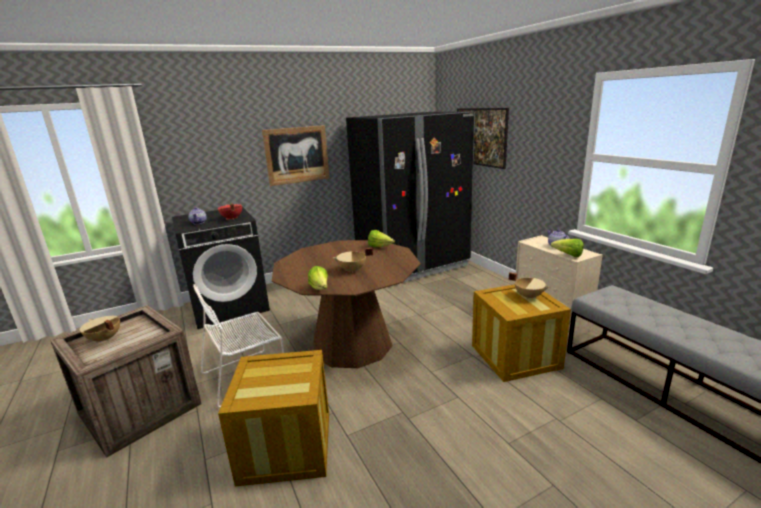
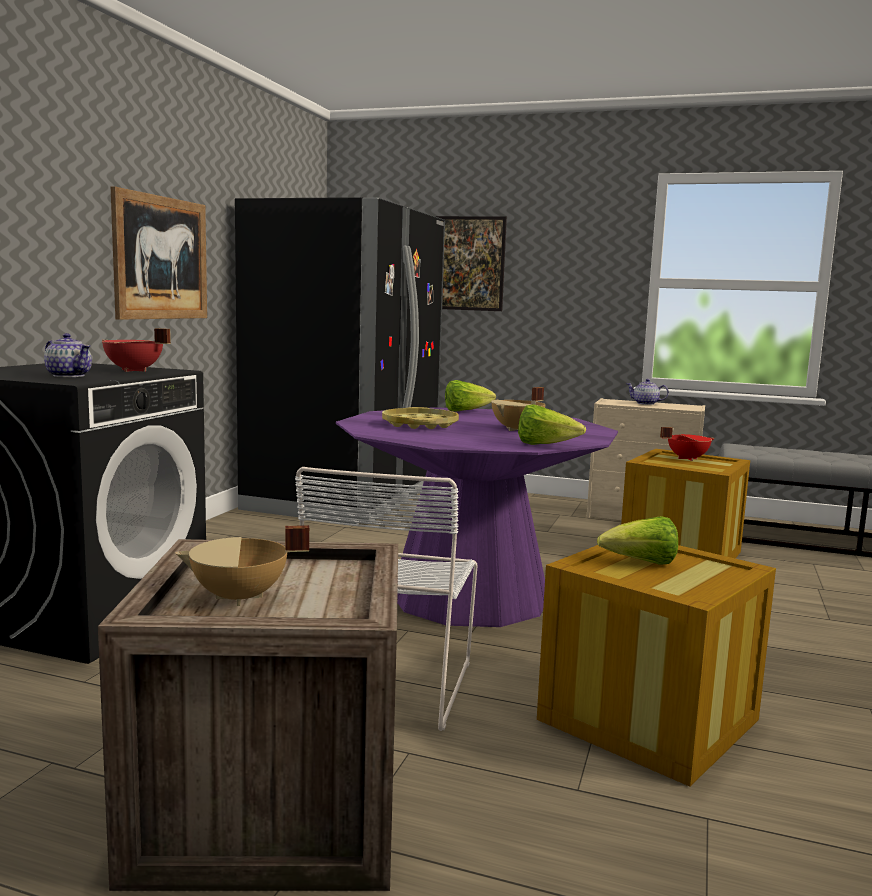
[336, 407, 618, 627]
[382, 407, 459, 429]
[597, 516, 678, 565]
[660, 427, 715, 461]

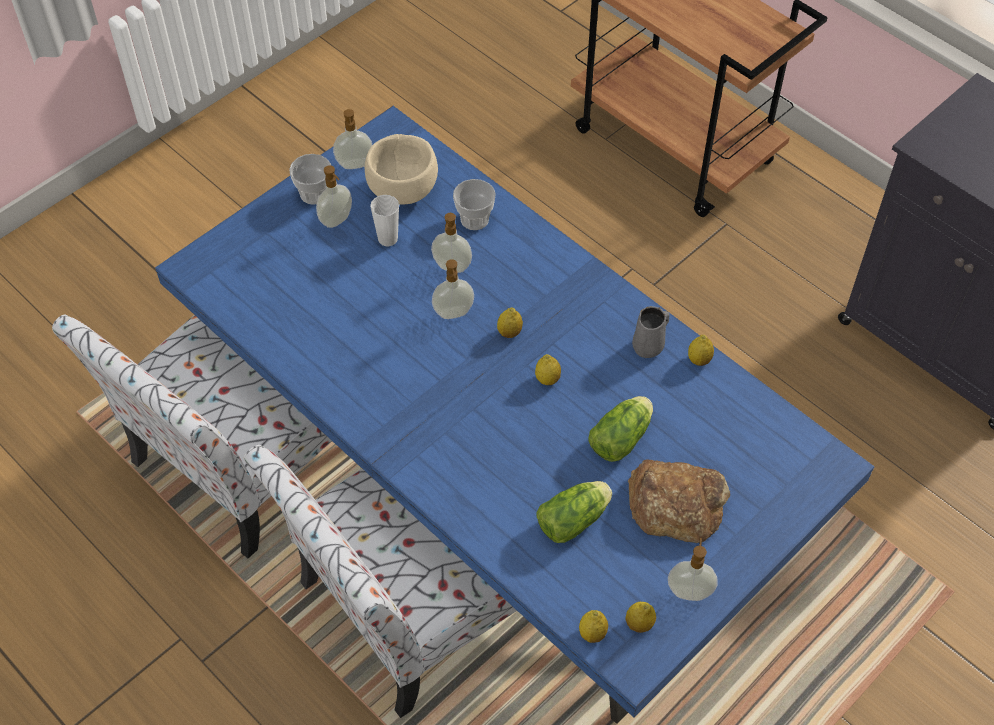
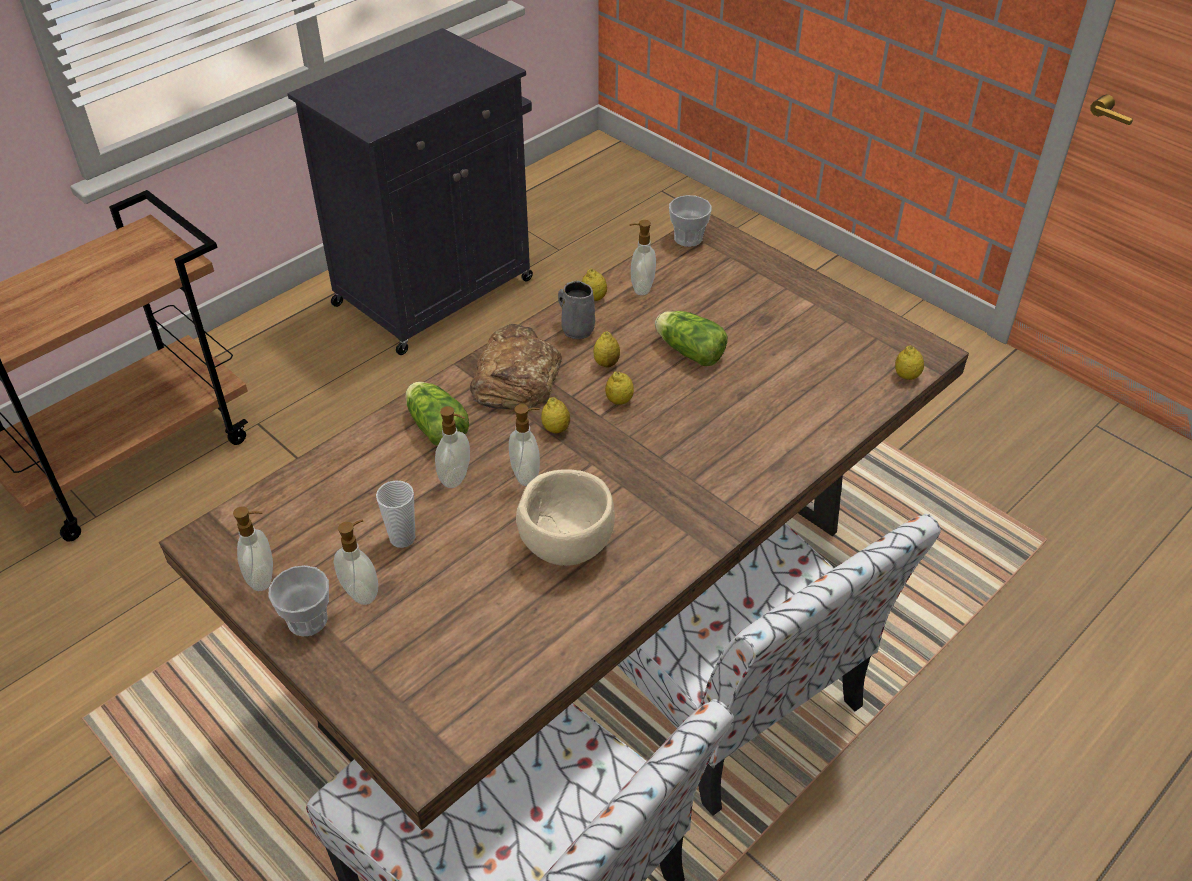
[159, 214, 969, 830]
[405, 382, 469, 446]
[470, 324, 562, 409]
[516, 470, 615, 566]
[594, 331, 620, 368]
[629, 220, 656, 295]
[669, 195, 712, 247]

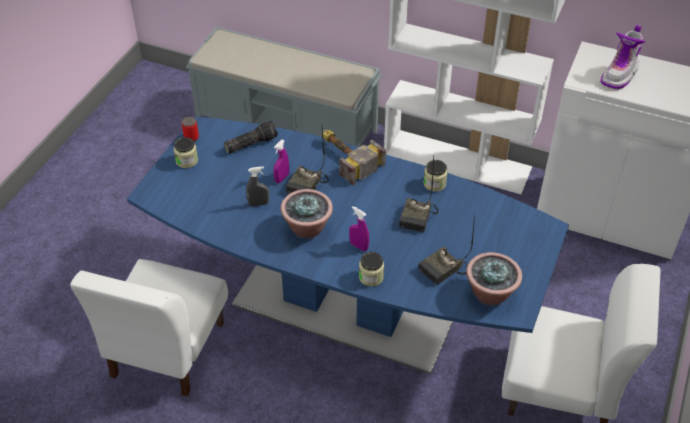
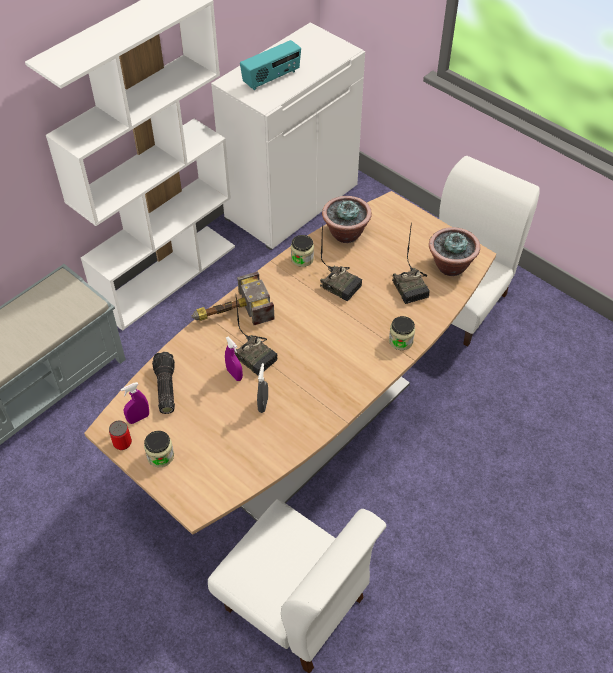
[84, 191, 496, 535]
[121, 382, 149, 424]
[240, 40, 301, 90]
[322, 196, 372, 243]

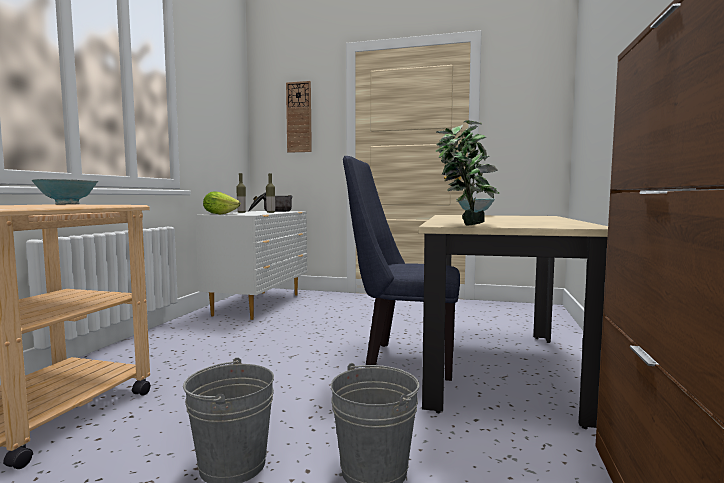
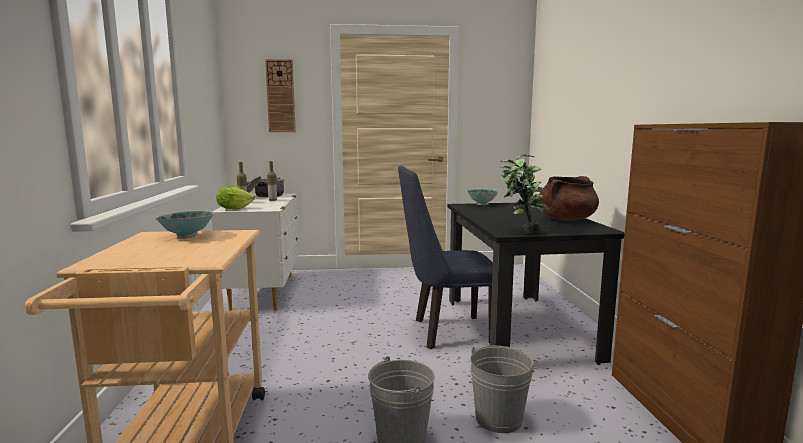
[447, 202, 625, 365]
[540, 176, 599, 221]

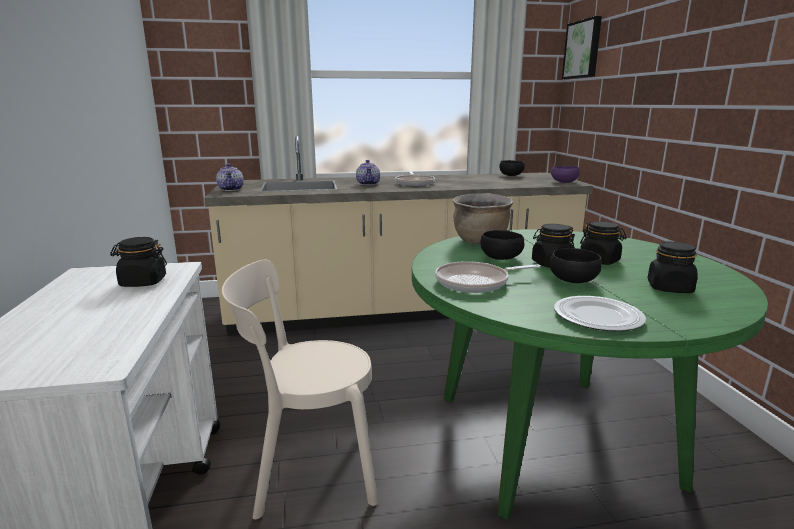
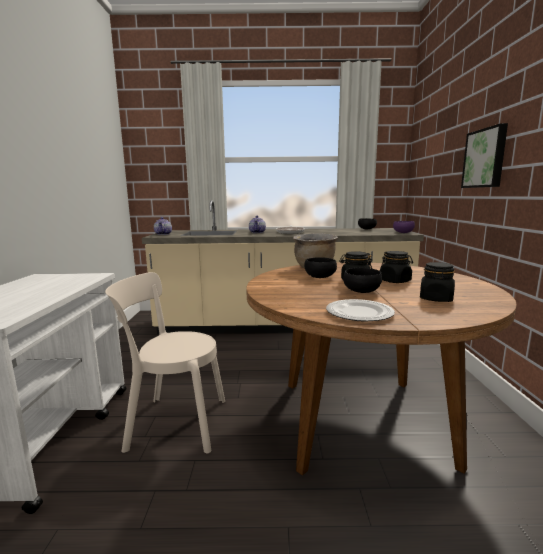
[246, 262, 517, 476]
[461, 123, 508, 188]
[110, 237, 167, 287] (first image)
[435, 261, 541, 293] (first image)

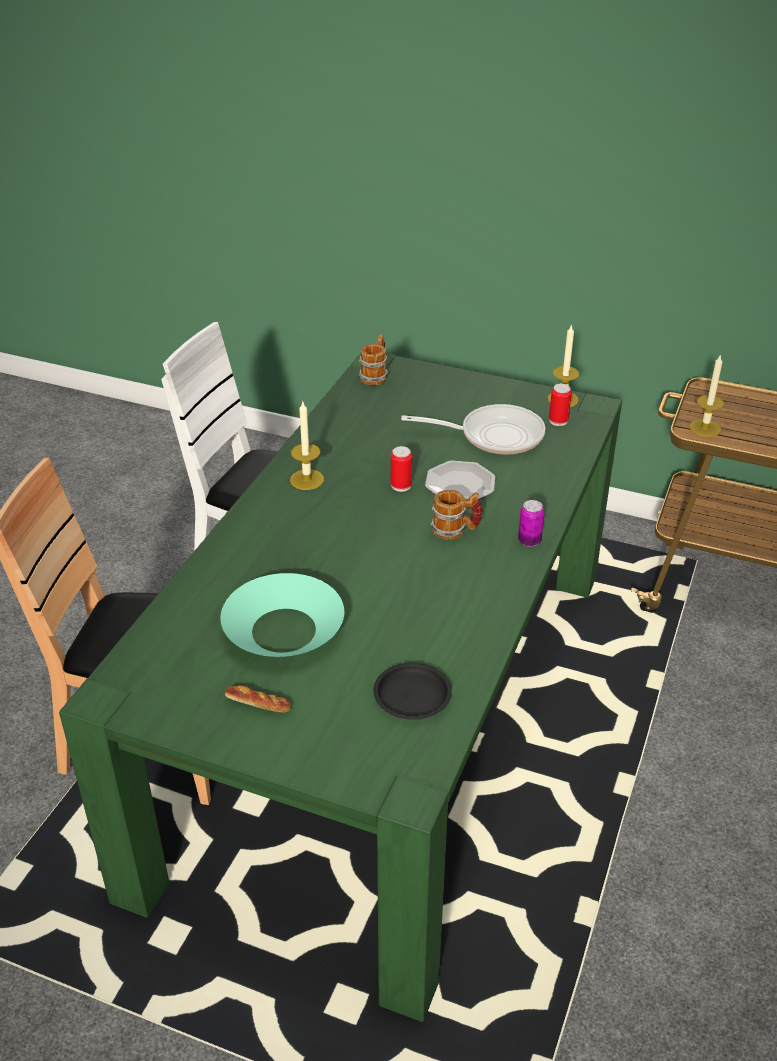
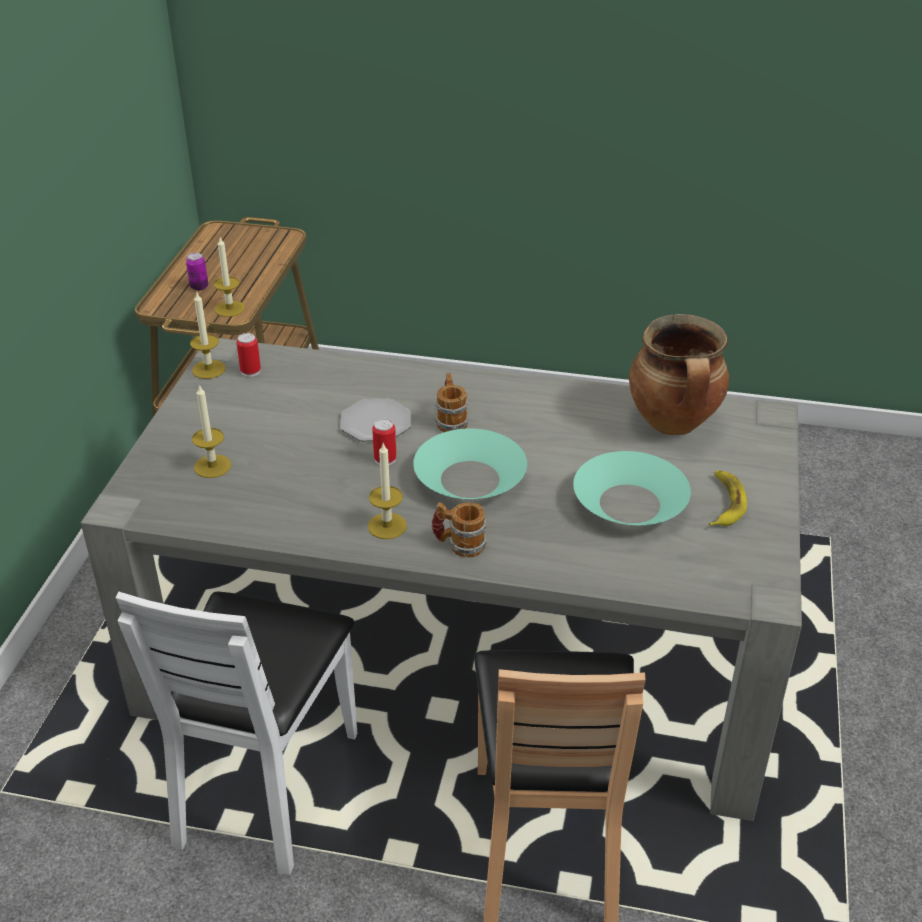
[81, 338, 802, 821]
[186, 252, 208, 291]
[192, 384, 231, 478]
[413, 428, 527, 499]
[431, 502, 487, 557]
[629, 314, 729, 435]
[709, 470, 747, 526]
[401, 404, 545, 455] (first image)

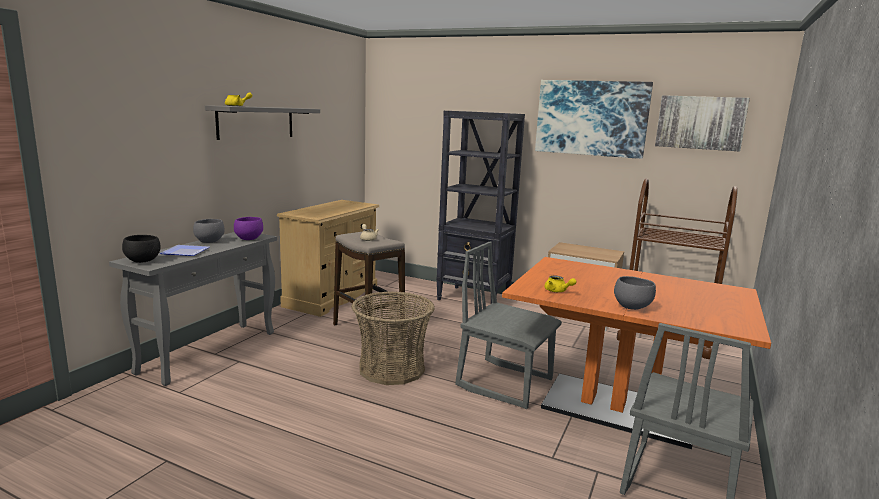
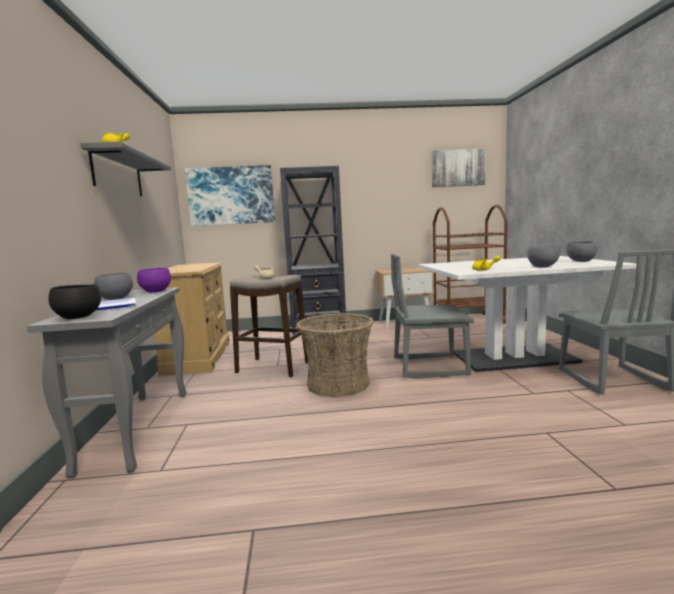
[185, 165, 275, 226]
[419, 256, 637, 372]
[566, 241, 597, 262]

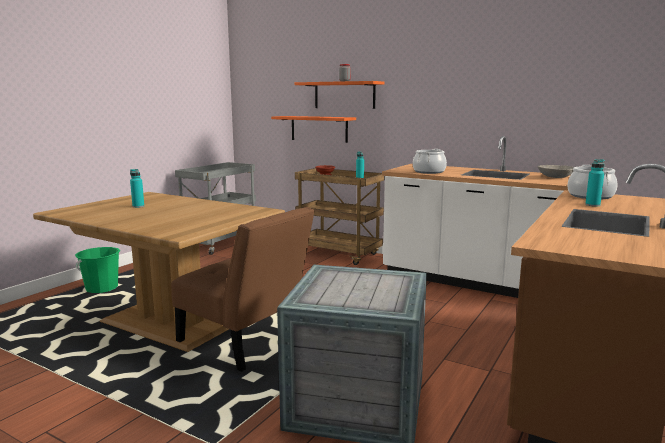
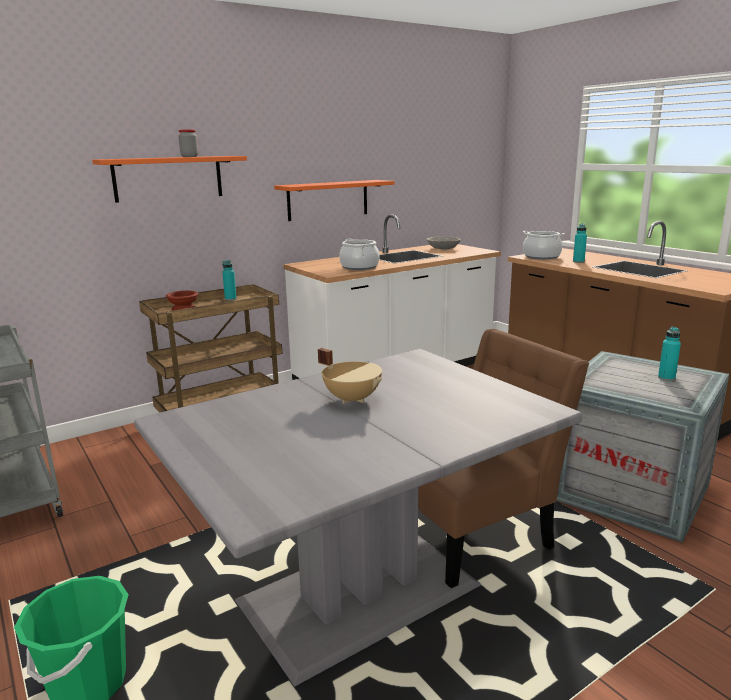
[134, 349, 583, 686]
[274, 180, 395, 221]
[318, 348, 383, 404]
[658, 327, 681, 381]

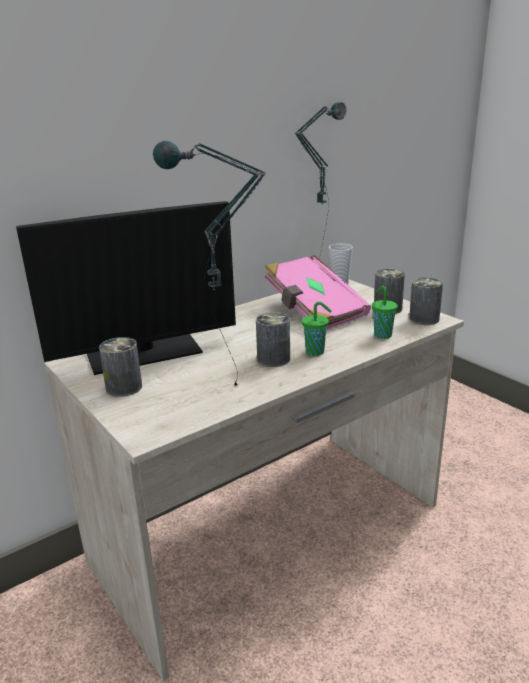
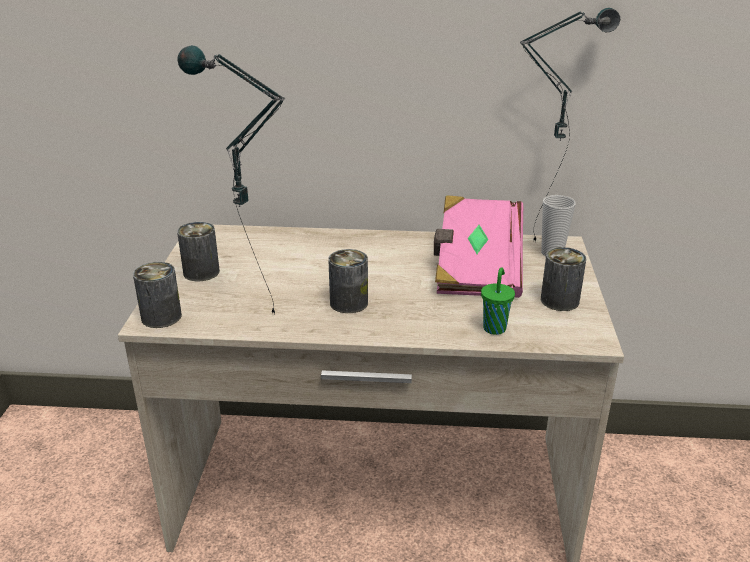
[133, 262, 182, 328]
[16, 201, 236, 375] (first image)
[302, 302, 332, 356] (first image)

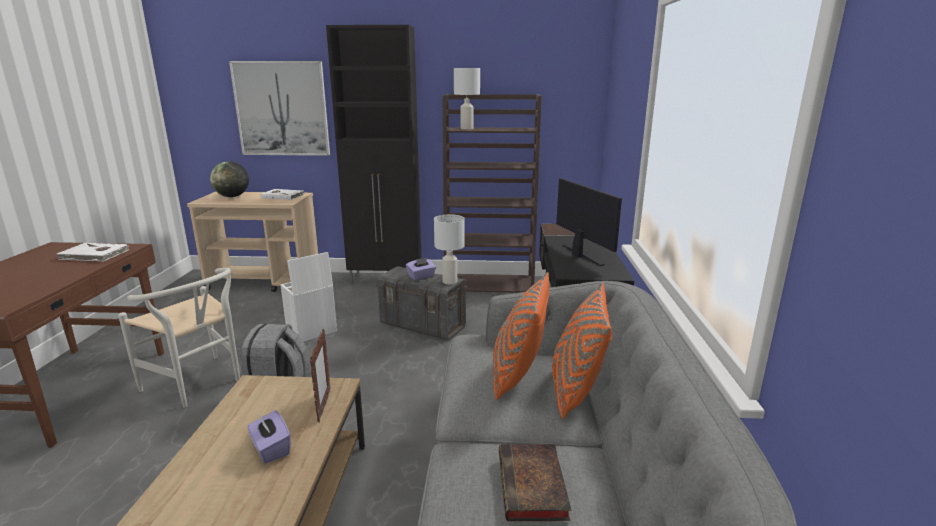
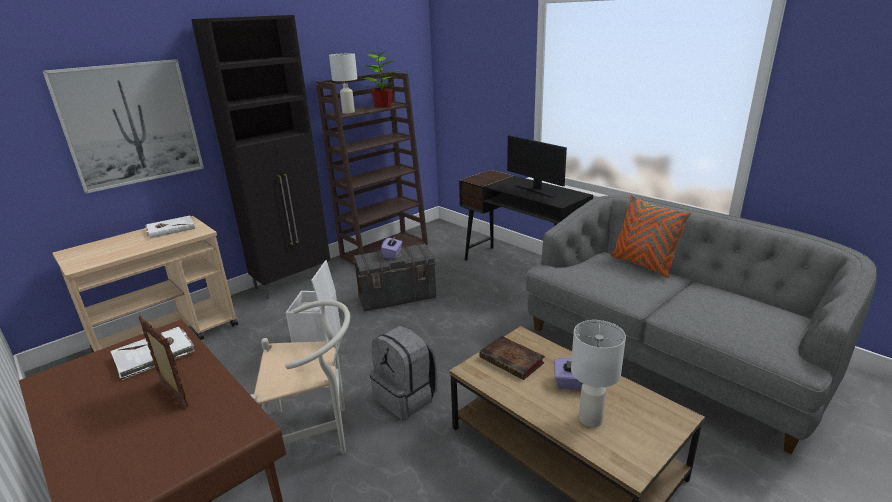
[138, 316, 188, 407]
[359, 50, 402, 108]
[479, 336, 545, 380]
[507, 135, 567, 198]
[571, 320, 626, 427]
[210, 161, 249, 197] (first image)
[493, 272, 549, 400] (first image)

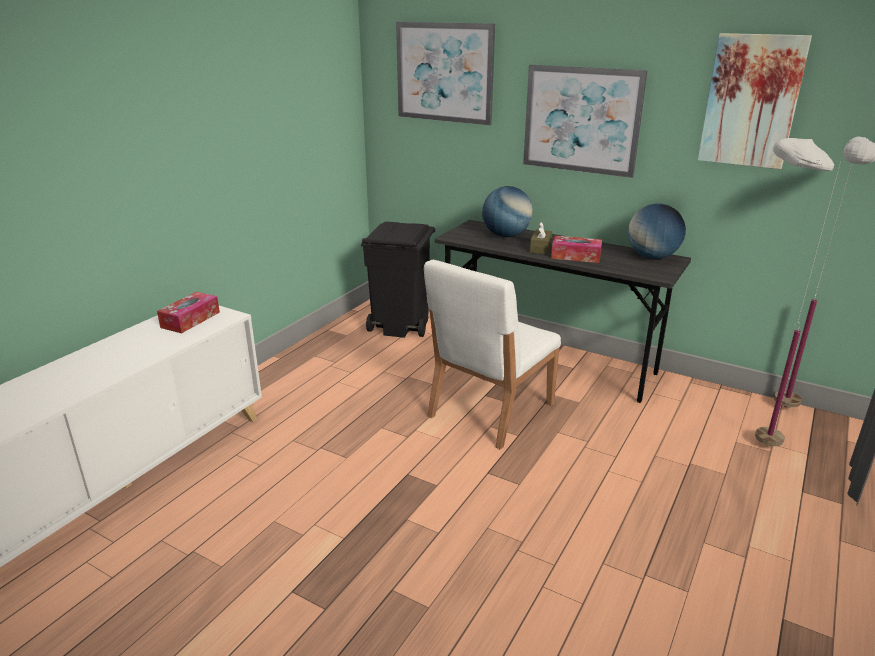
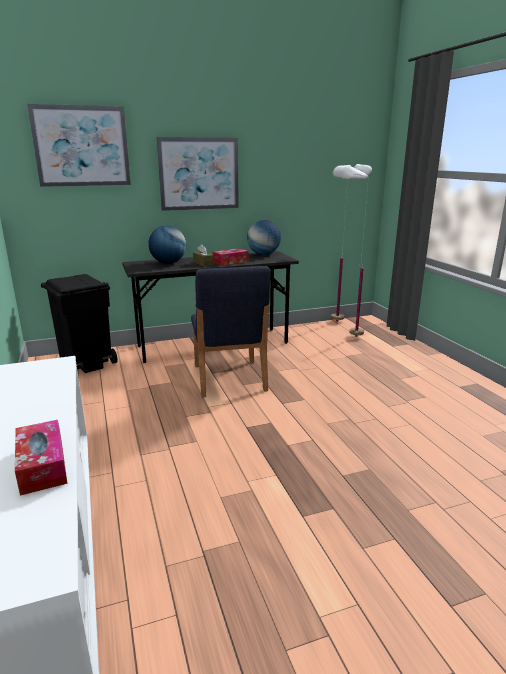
[15, 420, 68, 496]
[191, 266, 271, 398]
[698, 33, 812, 169] (first image)

